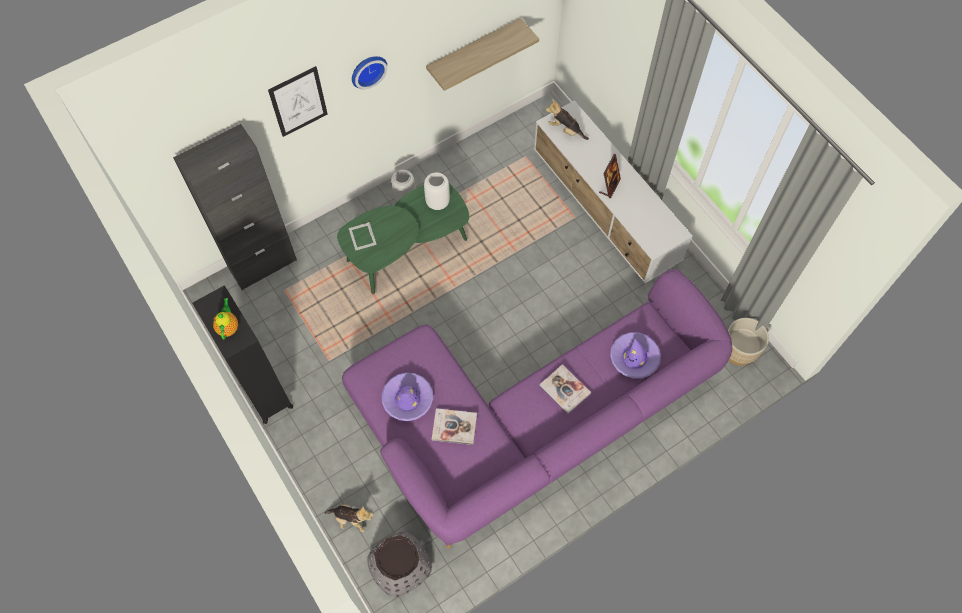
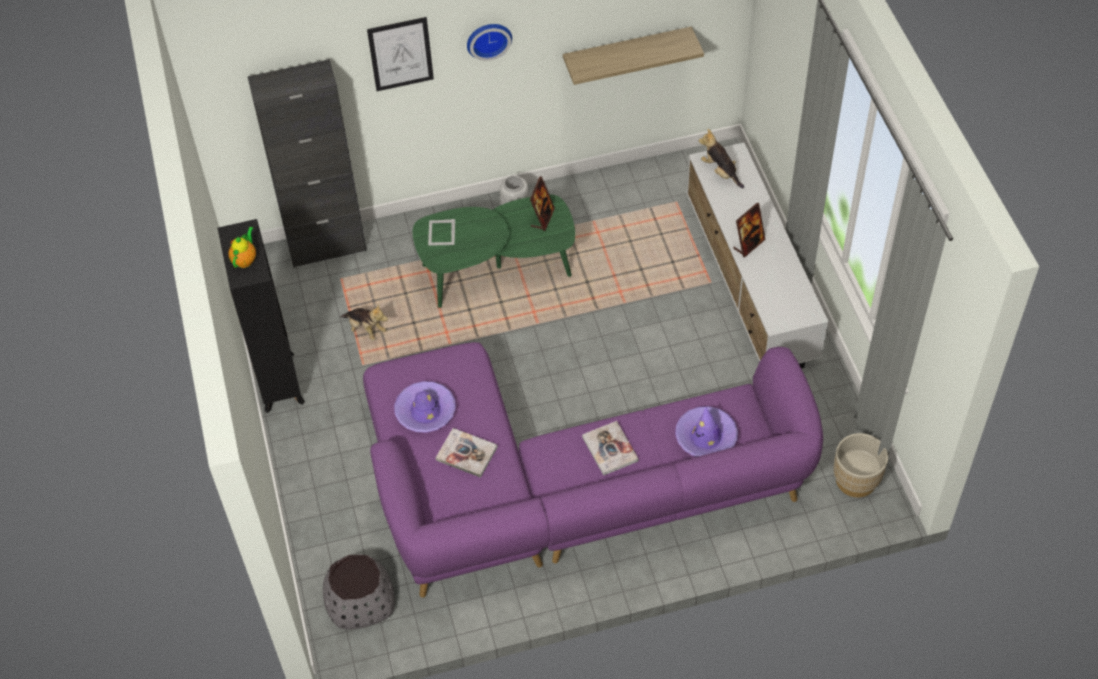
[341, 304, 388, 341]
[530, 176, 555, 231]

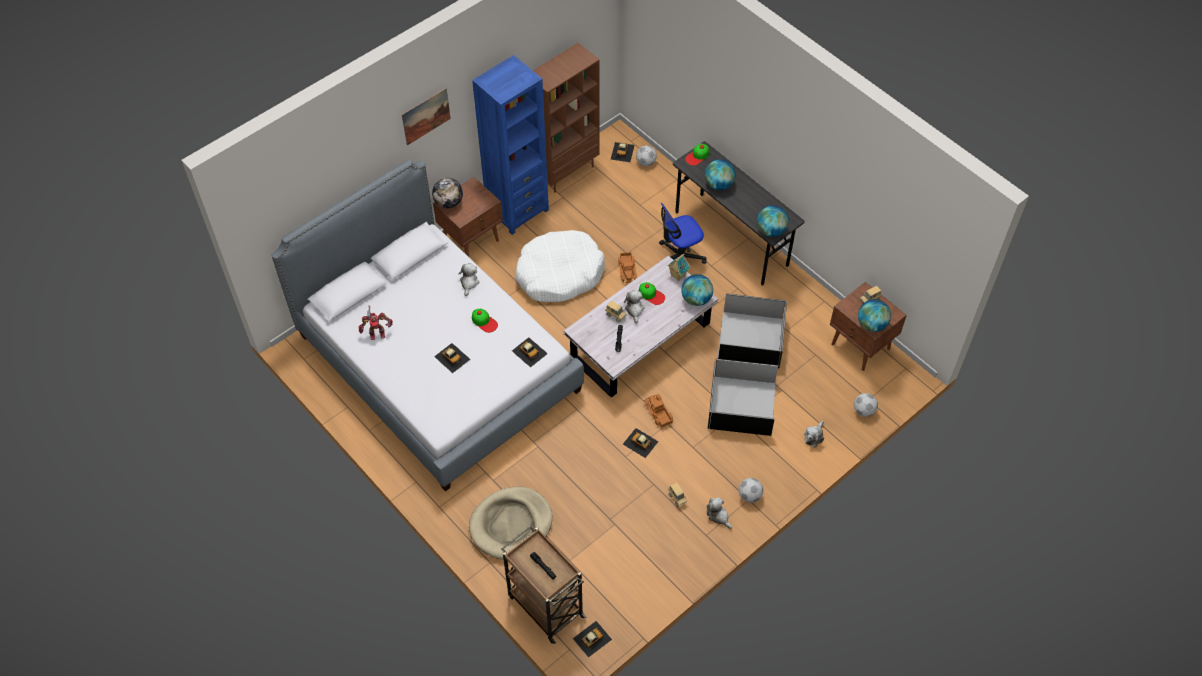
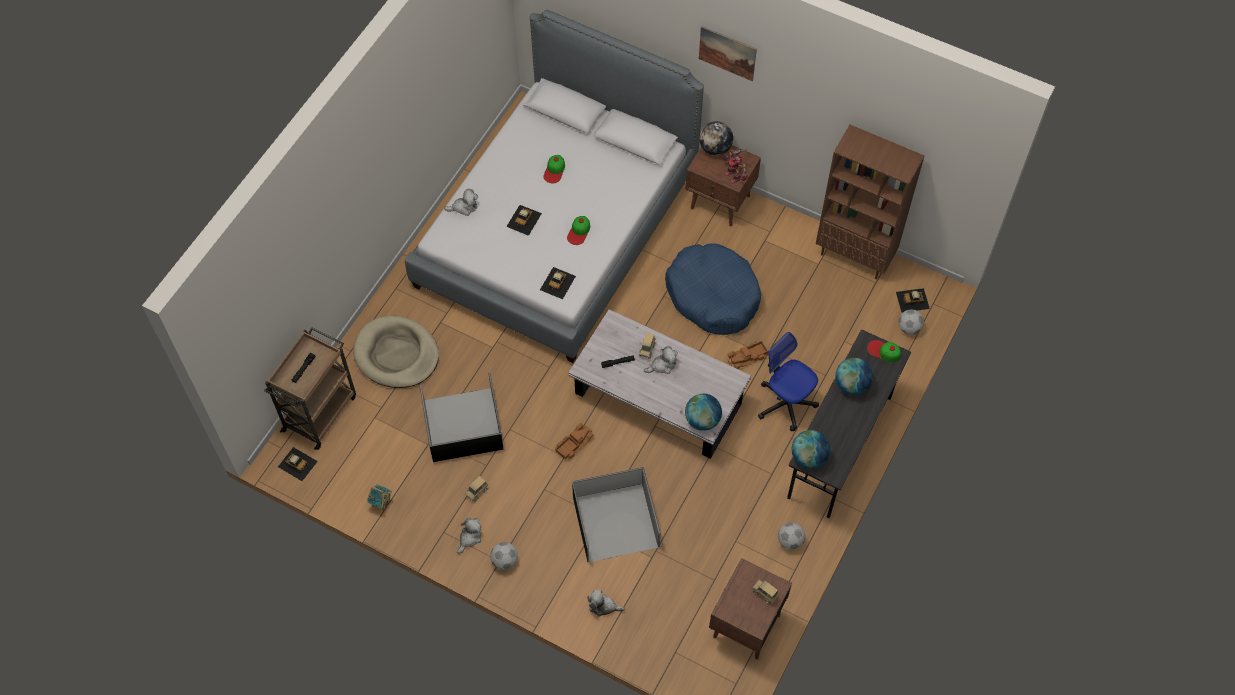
[366, 485, 392, 511]
[420, 372, 503, 462]
[444, 189, 478, 216]
[543, 155, 565, 184]
[665, 243, 761, 335]
[723, 149, 748, 183]
[778, 522, 805, 550]
[472, 55, 549, 235] (first image)
[623, 428, 658, 458] (first image)
[858, 299, 891, 332] (first image)

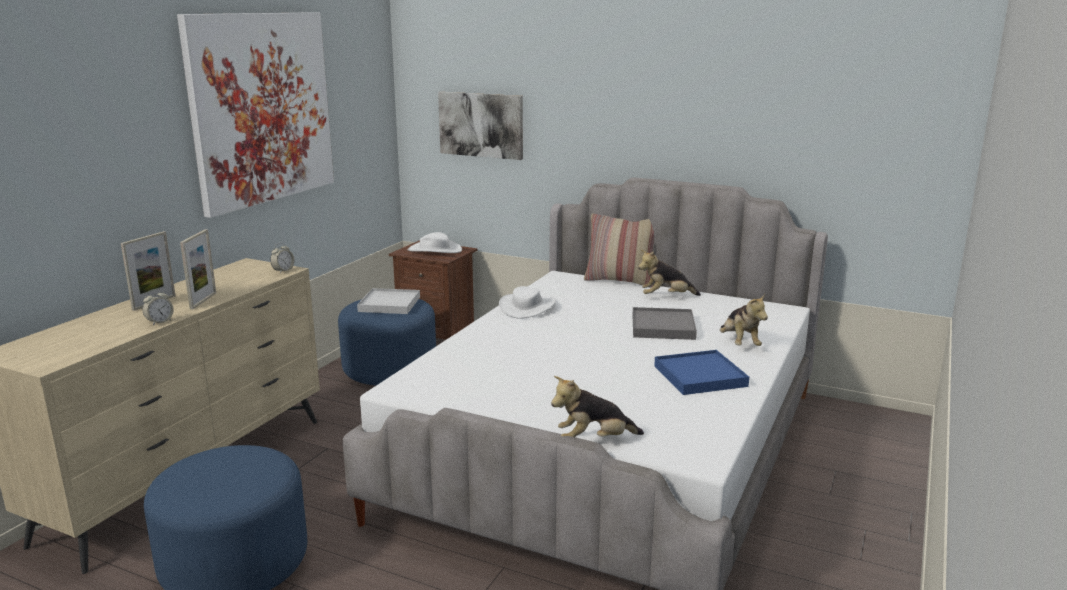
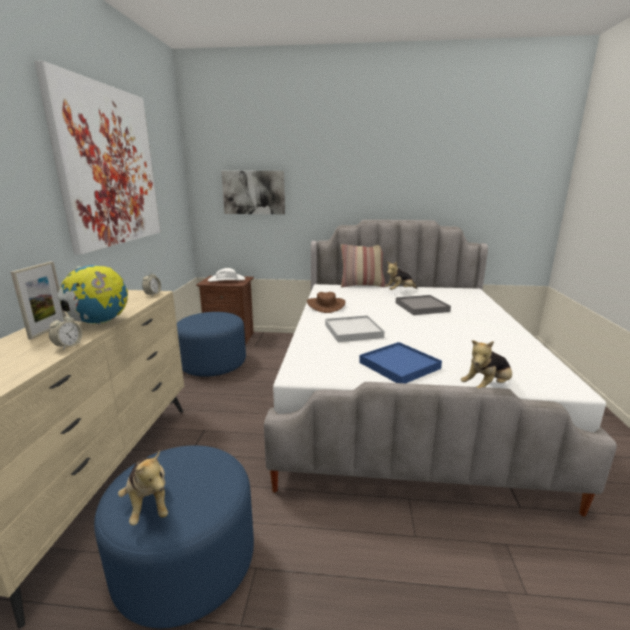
[57, 265, 128, 325]
[118, 450, 168, 525]
[307, 292, 345, 313]
[325, 315, 385, 342]
[359, 342, 442, 383]

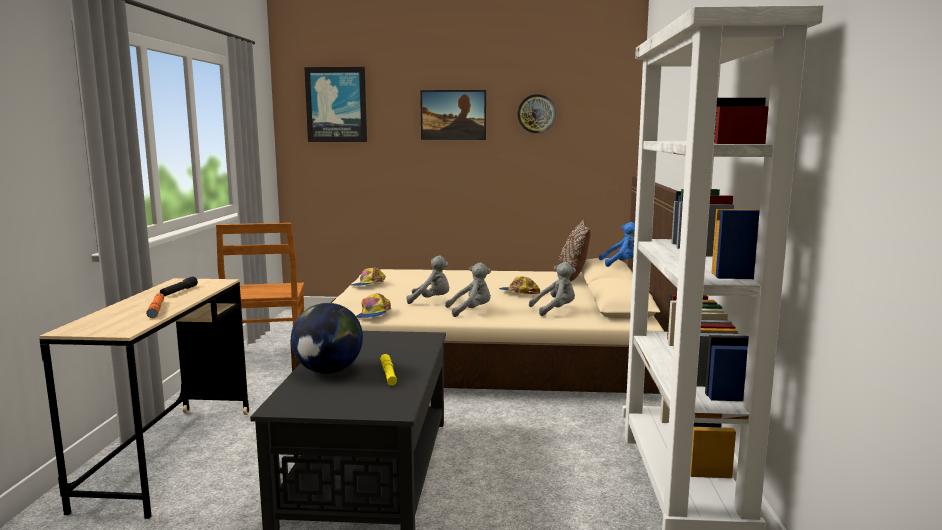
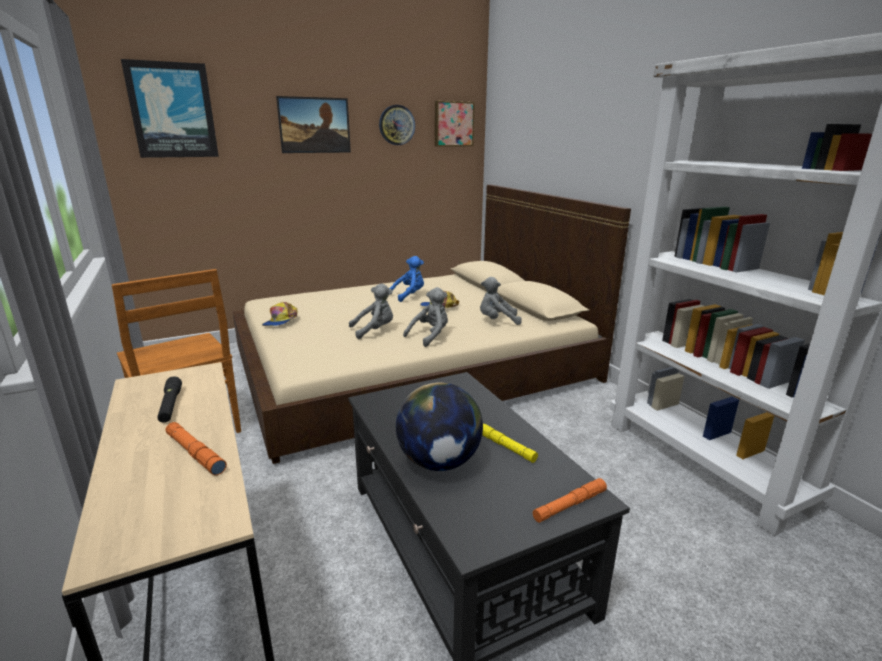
[389, 256, 424, 302]
[435, 101, 475, 147]
[480, 277, 522, 325]
[533, 478, 607, 523]
[356, 293, 391, 318] (first image)
[559, 219, 591, 282] (first image)

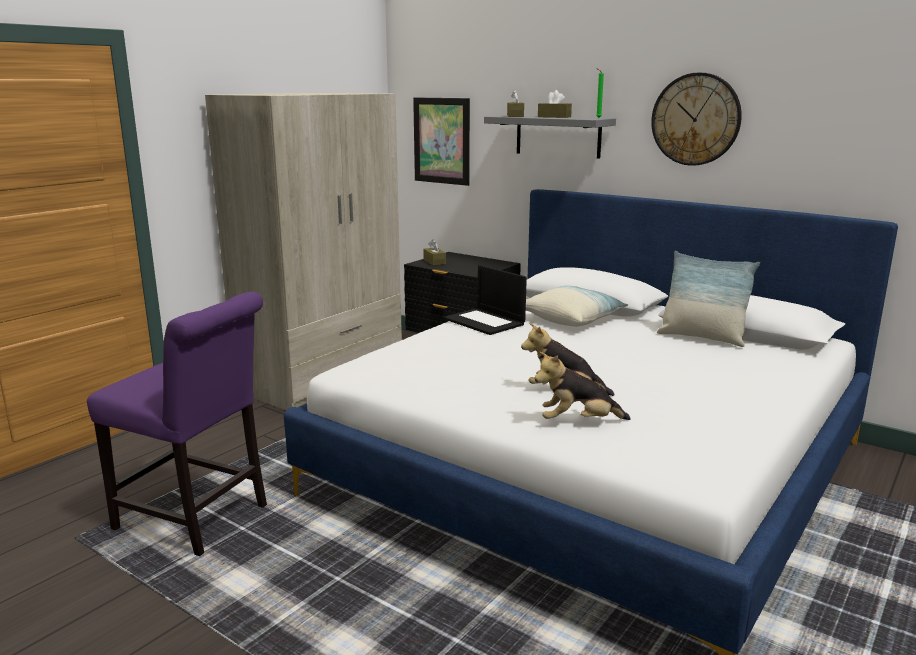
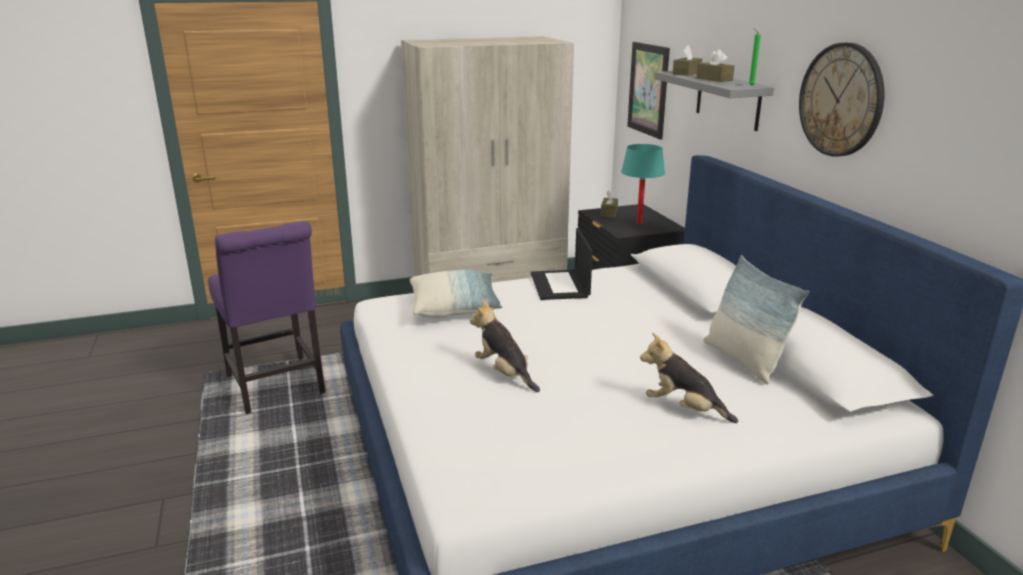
[410, 270, 502, 318]
[621, 144, 665, 224]
[640, 333, 738, 423]

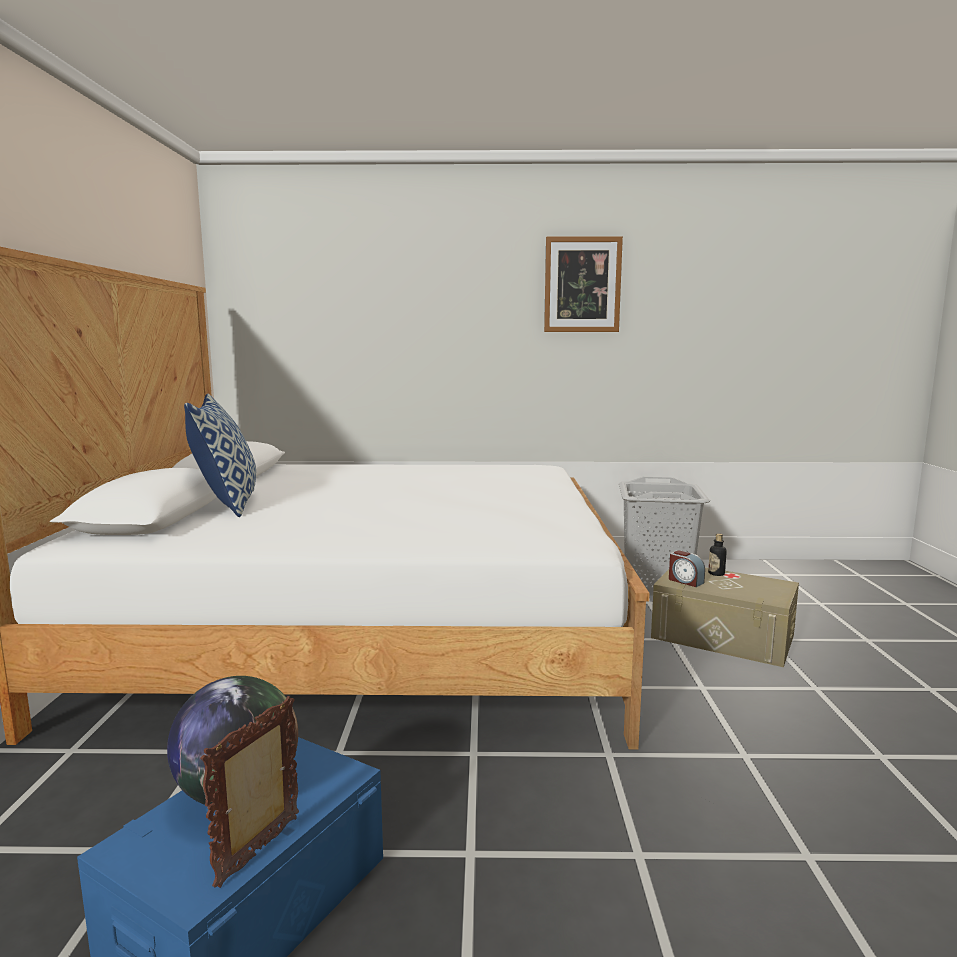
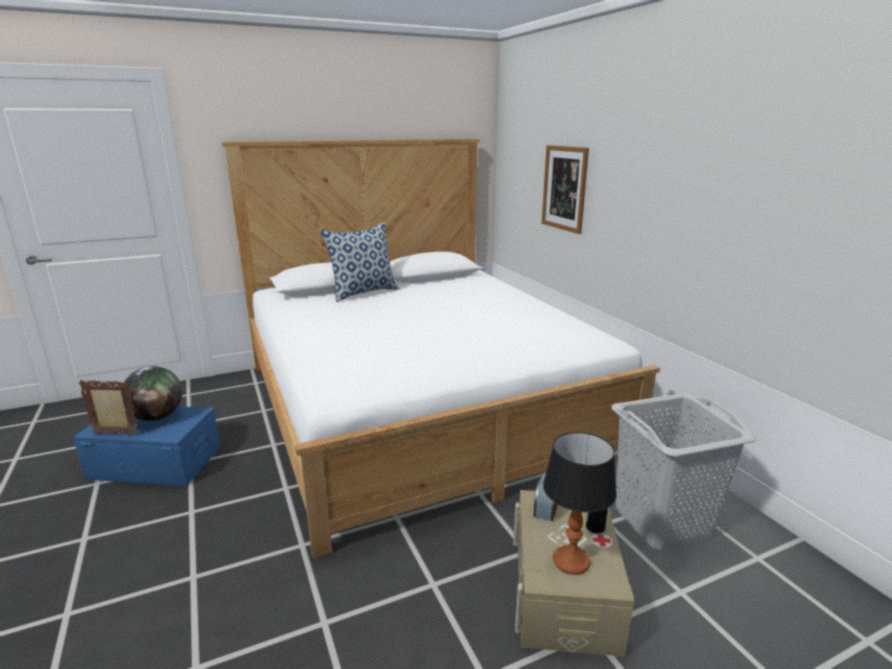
[542, 145, 589, 234]
[543, 432, 617, 575]

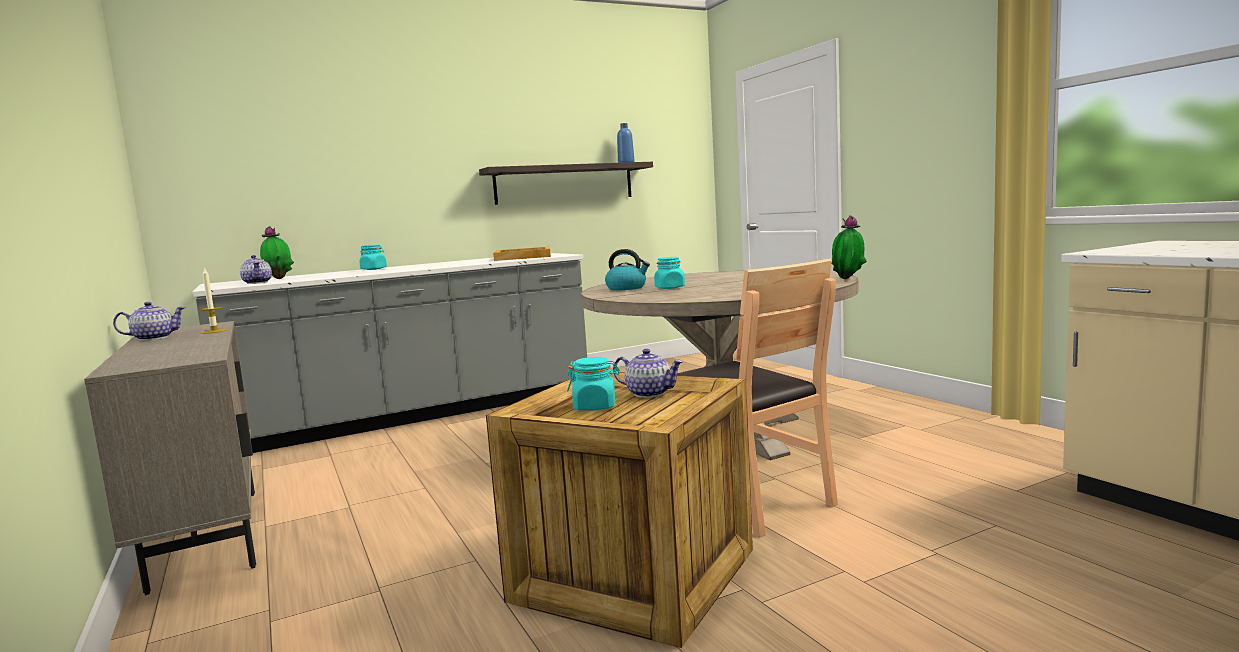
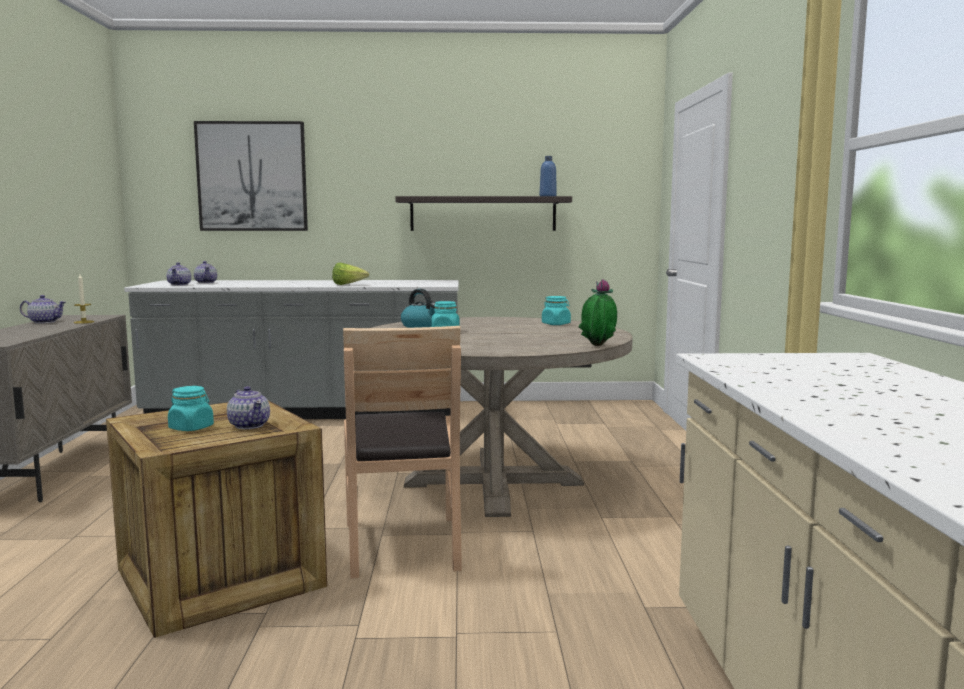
[194, 121, 308, 231]
[194, 261, 217, 283]
[332, 263, 369, 285]
[542, 296, 571, 325]
[493, 247, 551, 261] (first image)

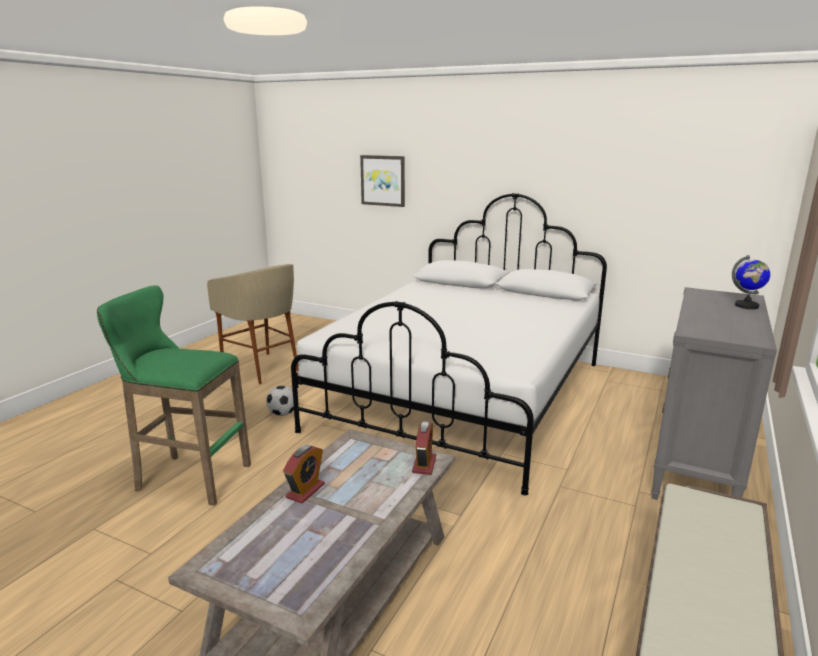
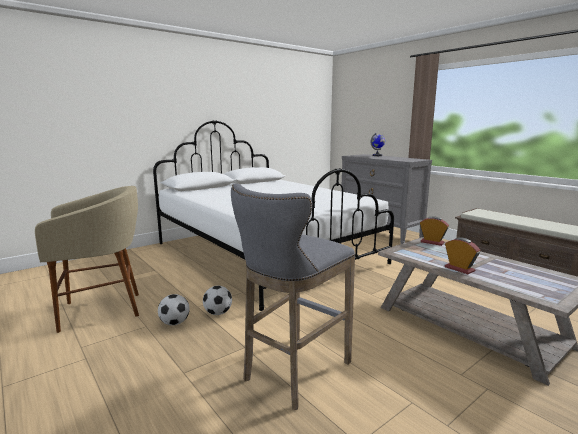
[158, 294, 190, 326]
[231, 184, 355, 410]
[360, 155, 405, 207] (first image)

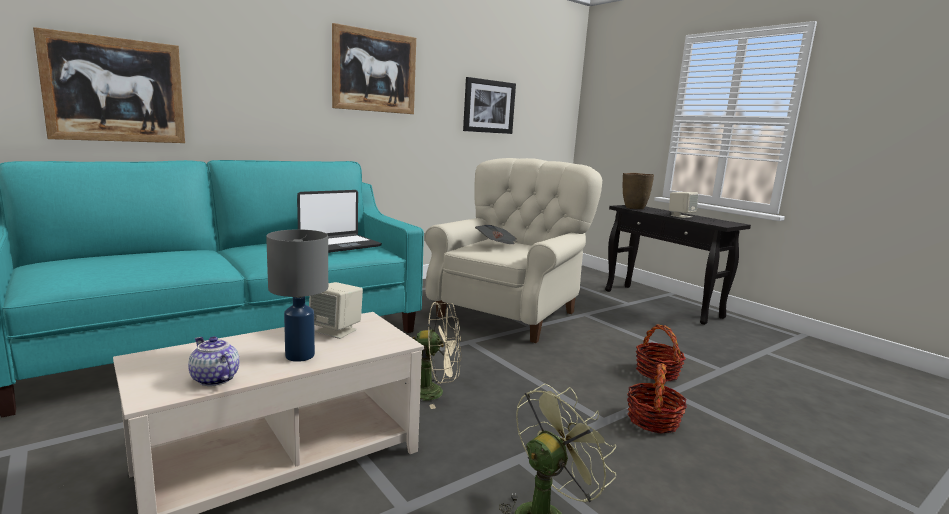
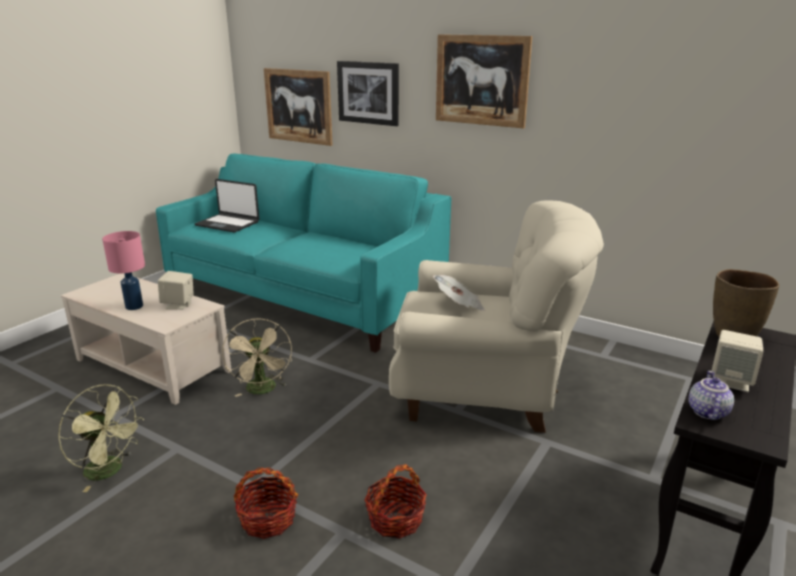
[102, 231, 145, 310]
[195, 179, 259, 233]
[337, 61, 399, 126]
[688, 371, 734, 420]

